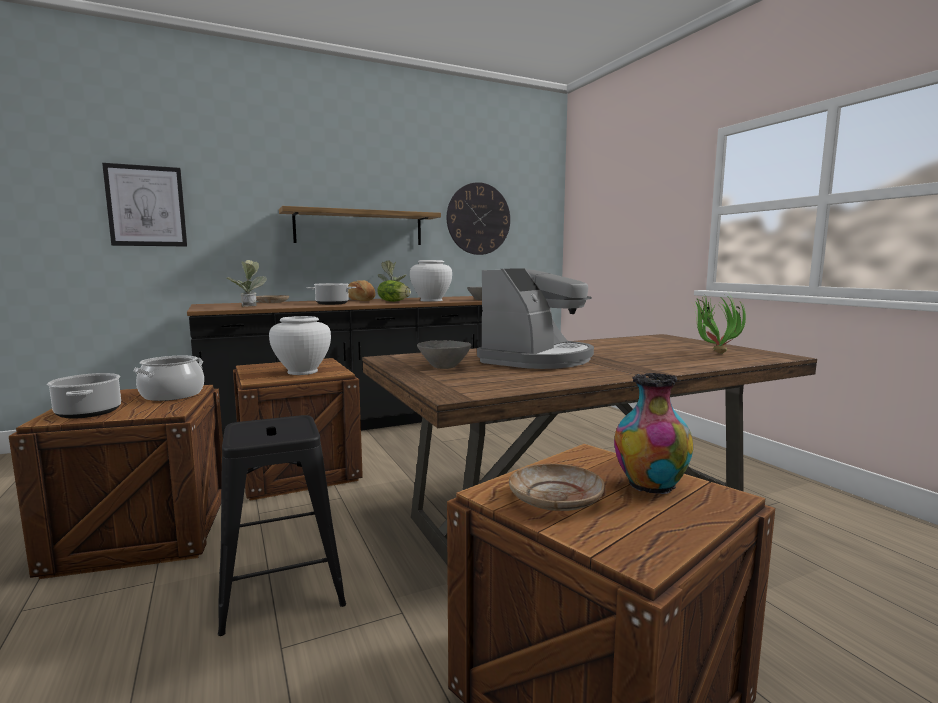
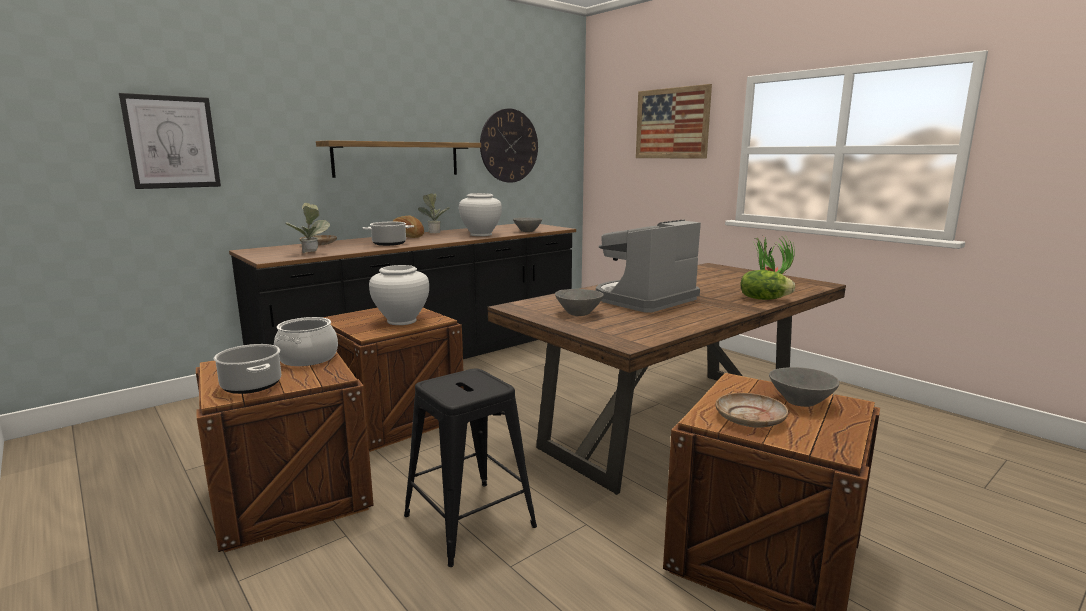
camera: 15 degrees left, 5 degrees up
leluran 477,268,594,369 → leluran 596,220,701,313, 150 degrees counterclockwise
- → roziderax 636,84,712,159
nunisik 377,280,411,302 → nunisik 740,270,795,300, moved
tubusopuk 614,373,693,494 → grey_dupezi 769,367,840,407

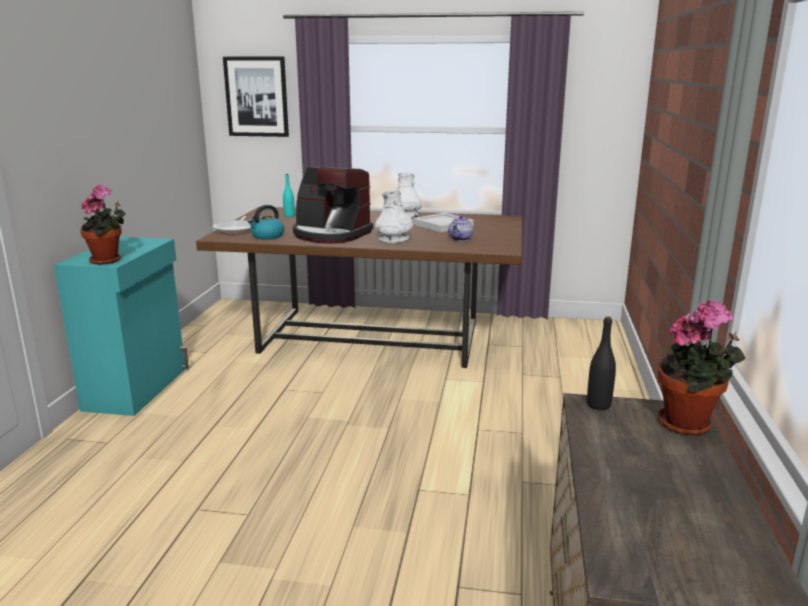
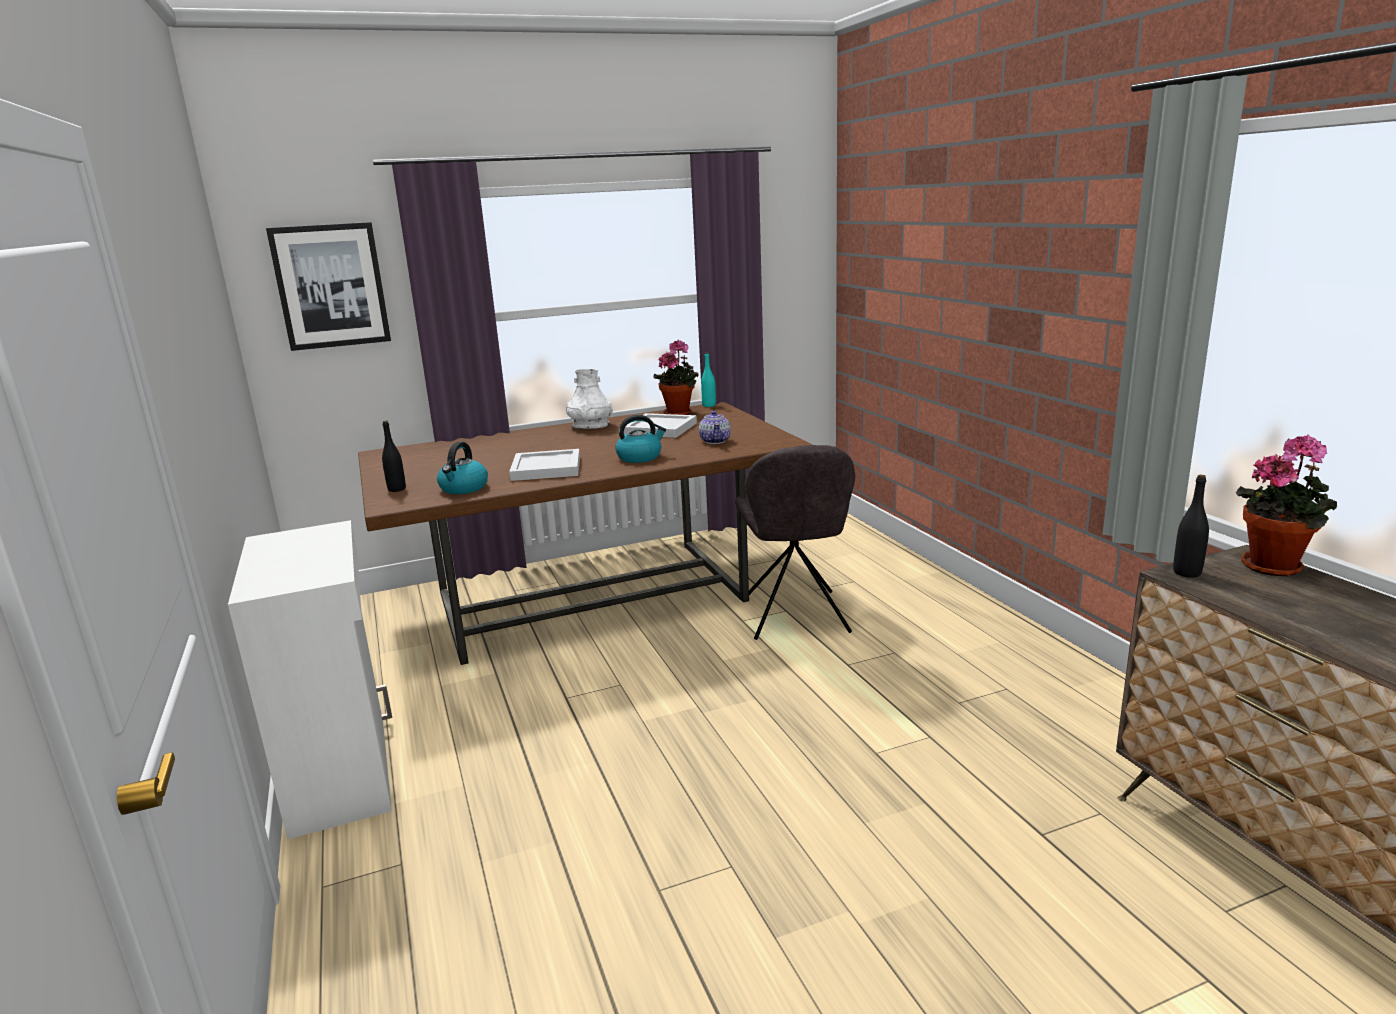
camera: 30 degrees left, 0 degrees up
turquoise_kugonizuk 54,237,189,416 → white_kugonizuk 228,520,392,839
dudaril 213,216,251,235 → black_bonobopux 382,421,406,492
leluran 293,166,373,244 → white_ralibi 509,449,580,481
white_tubusopuk 375,191,413,243 → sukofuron 615,415,666,463
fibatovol 81,184,126,265 → fibatovol 653,340,698,415, moved
turquoise_bonobopux 283,174,295,217 → turquoise_bonobopux 701,352,716,407, moved
- → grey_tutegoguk 735,445,855,640

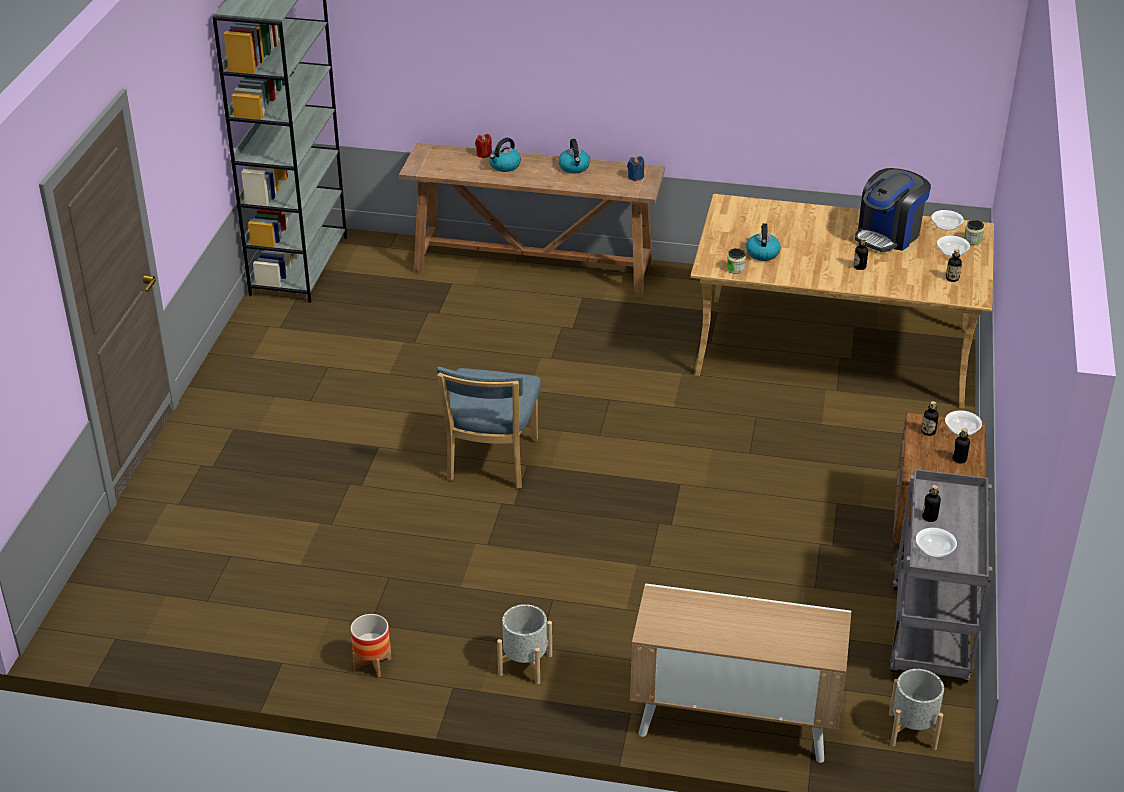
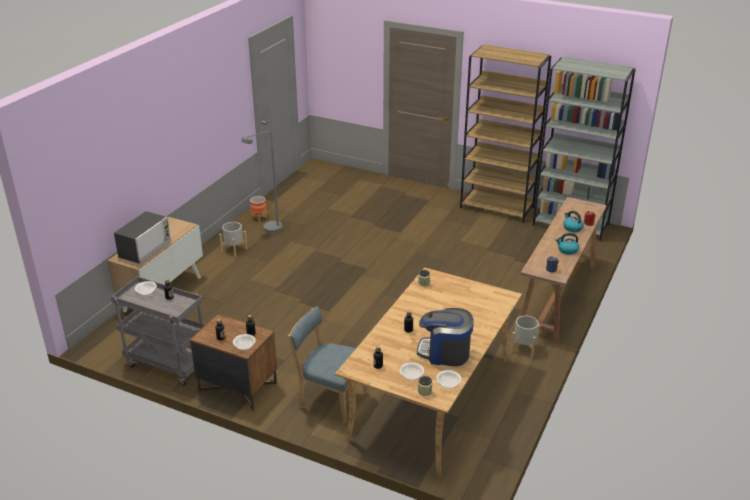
camera: 105 degrees right, 5 degrees down
- → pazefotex 114,211,171,264
- → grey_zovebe 241,131,283,233
blue_tutegoguk 437,367,541,488 → blue_tutegoguk 288,306,368,424, moved
leluran 855,168,931,252 → leluran 417,308,474,366, 45 degrees counterclockwise
- → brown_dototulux 460,45,551,223
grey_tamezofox 889,669,944,750 → grey_tamezofox 511,316,540,357, moved
sukofuron 746,223,781,261 → -

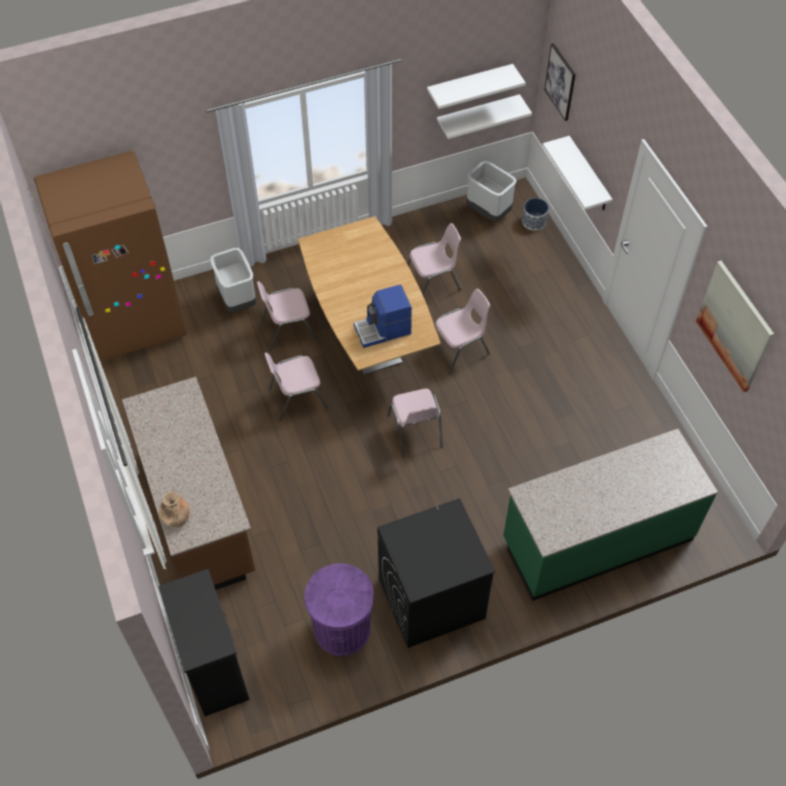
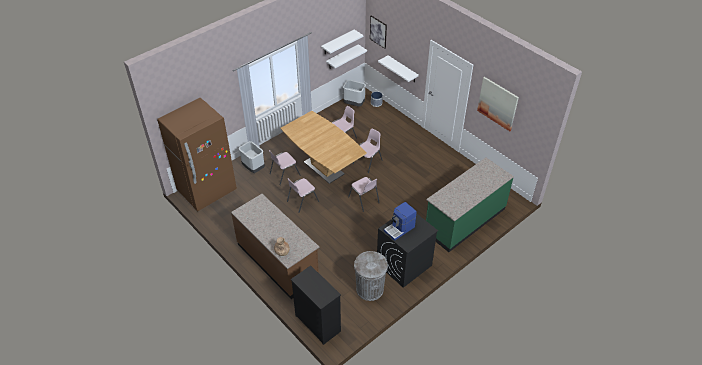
camera: 20 degrees left, 10 degrees down
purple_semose 304,563,374,656 → grey_semose 354,251,388,301
leluran 354,285,412,348 → leluran 384,202,417,241, moved

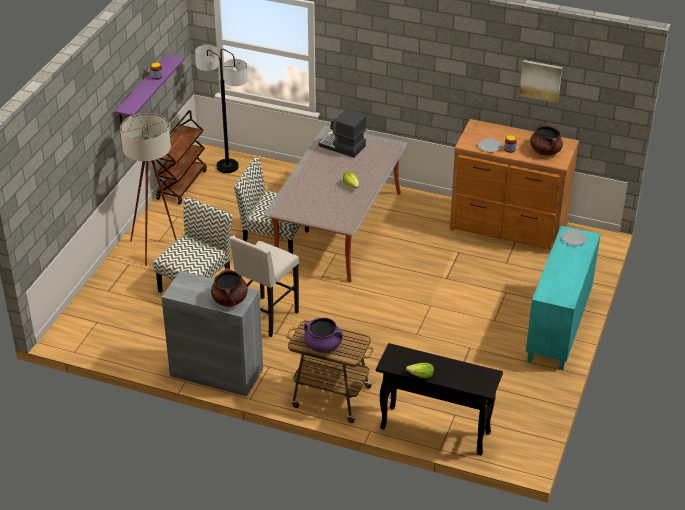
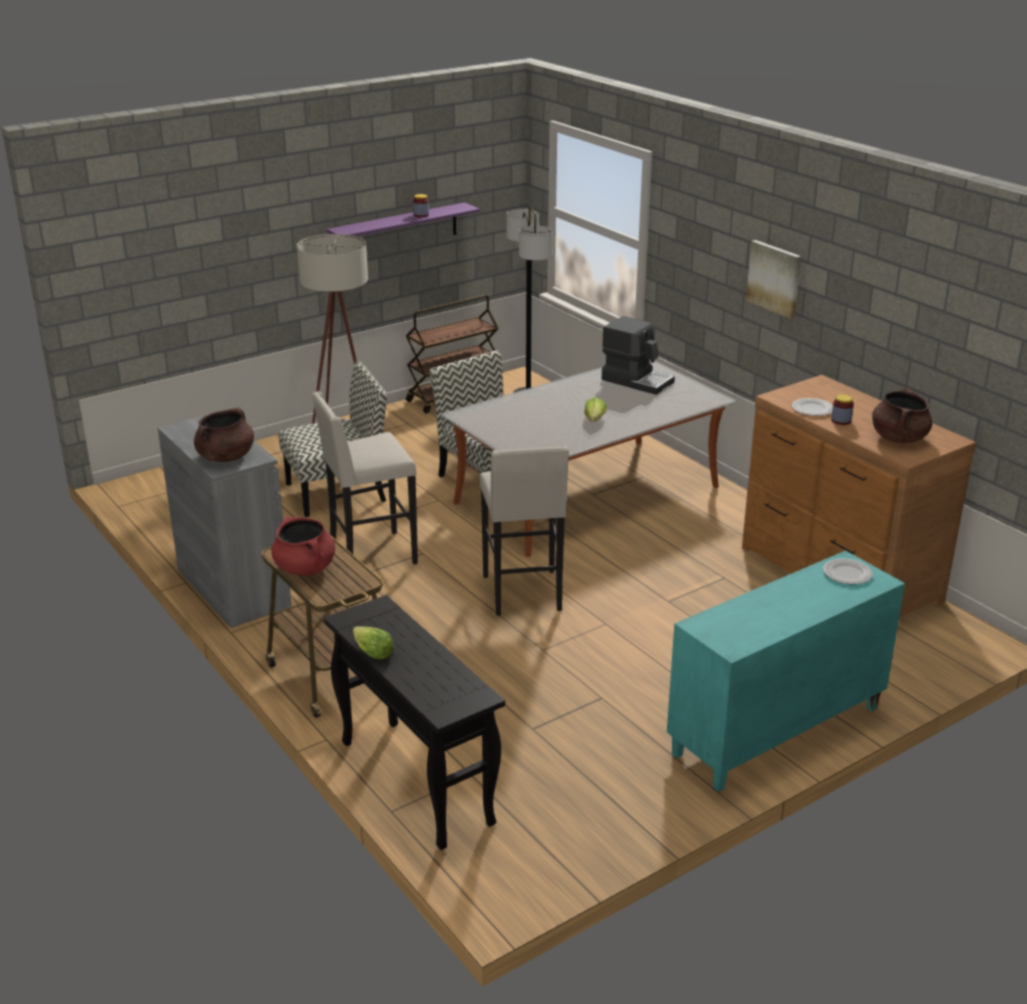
camera: 35 degrees right, 10 degrees down
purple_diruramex 304,318,343,353 → red_diruramex 272,517,335,576
- → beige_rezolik 480,446,569,616
leluran 319,110,366,158 → leluran 602,316,675,395, 150 degrees clockwise
roziderax 519,60,562,103 → roziderax 746,240,801,319, moved

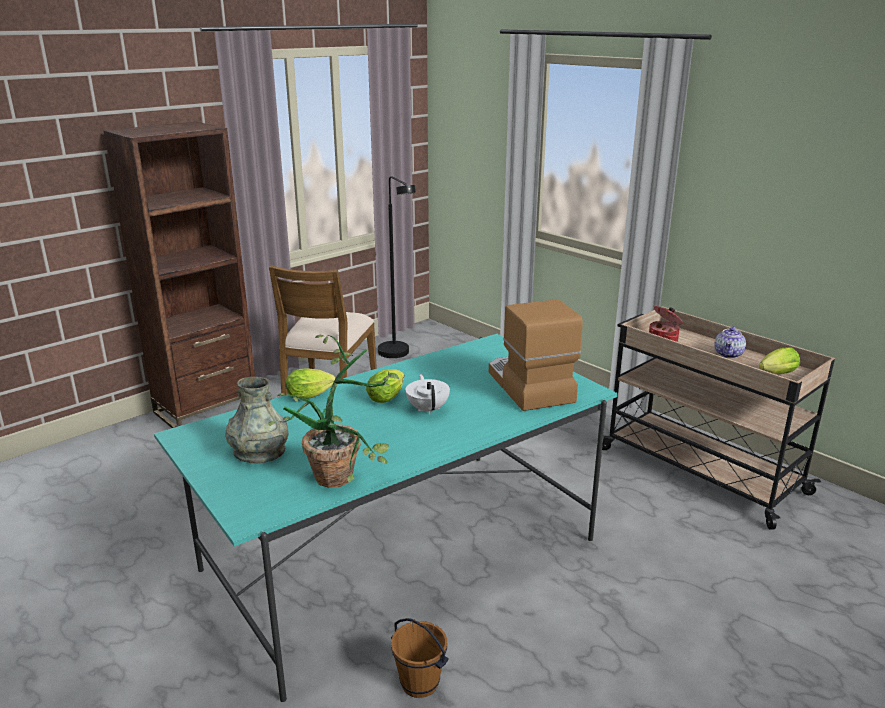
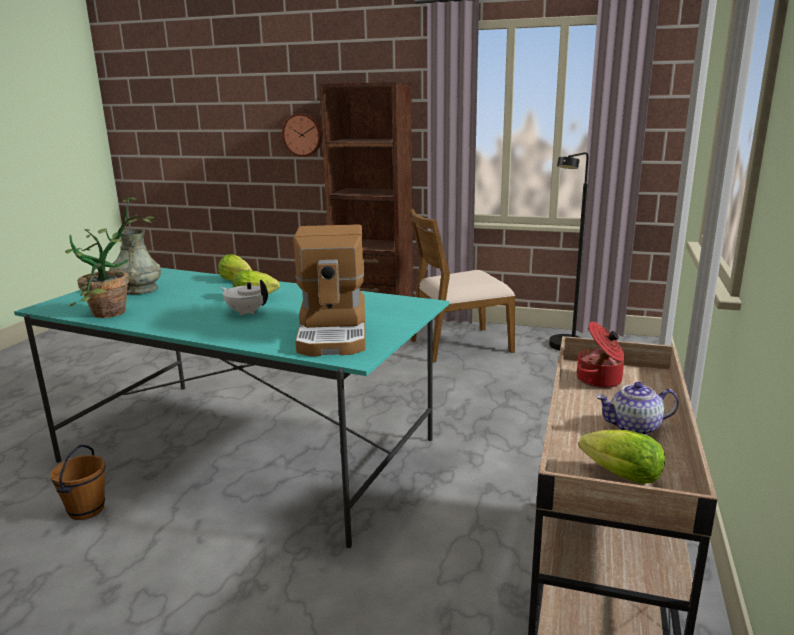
camera: 60 degrees right, 5 degrees down
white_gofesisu 406,374,450,414 → white_gofesisu 221,280,268,316, 105 degrees counterclockwise
- → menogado 282,113,322,157
leluran 489,299,583,411 → leluran 293,224,366,356, 135 degrees clockwise

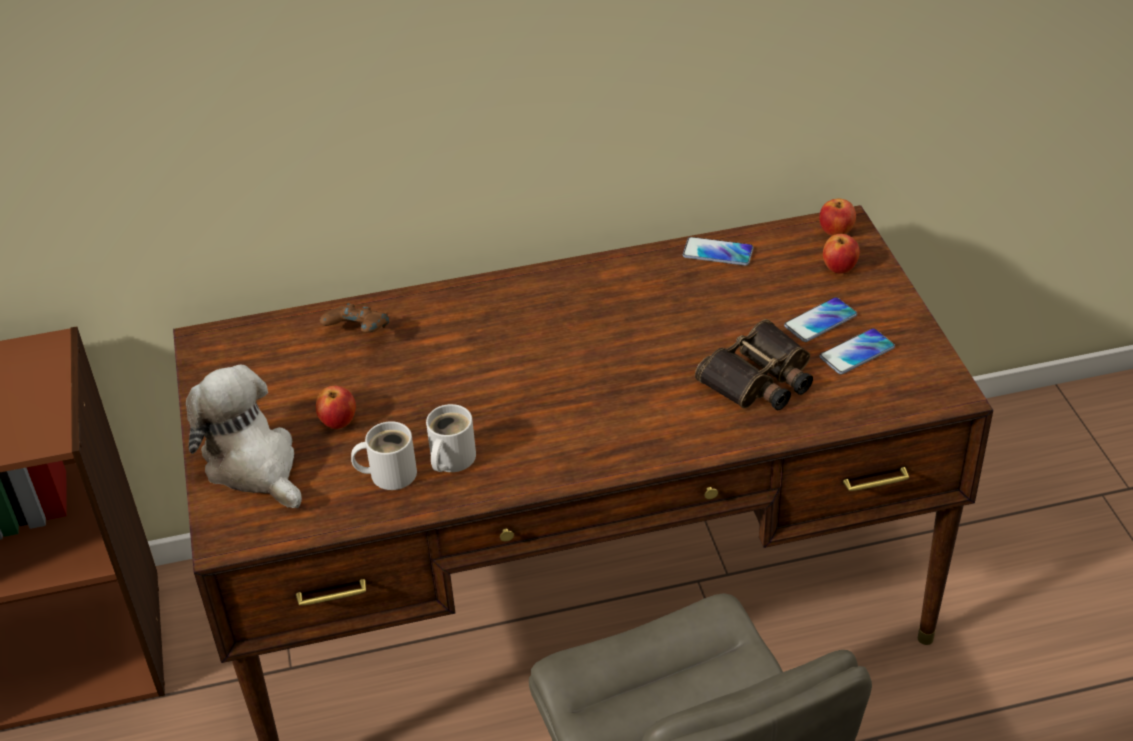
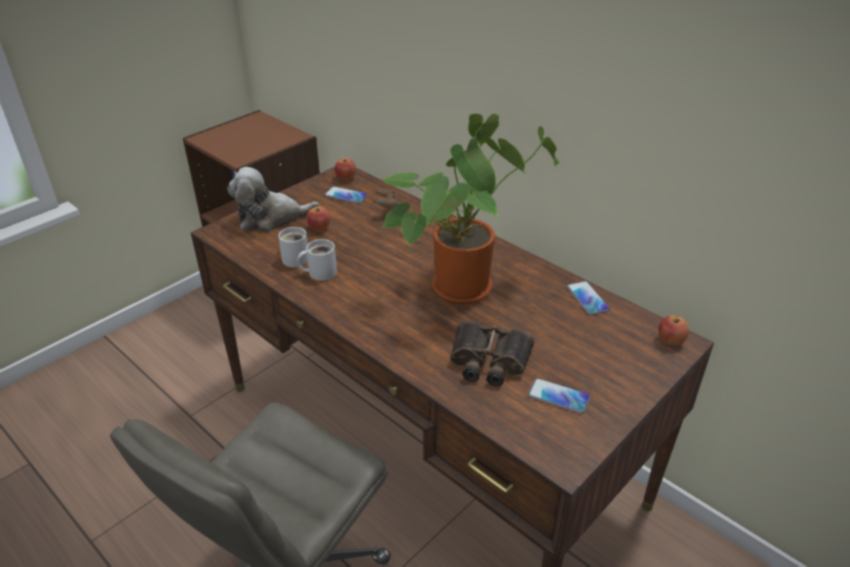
camera: 55 degrees right, 5 degrees down
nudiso 186,365,302,508 → nudiso 227,167,320,232, 120 degrees counterclockwise
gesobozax 784,297,857,342 → gesobozax 325,186,368,204, moved
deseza 823,234,860,274 → deseza 335,158,356,181, moved
- → fibatovol 381,114,560,304

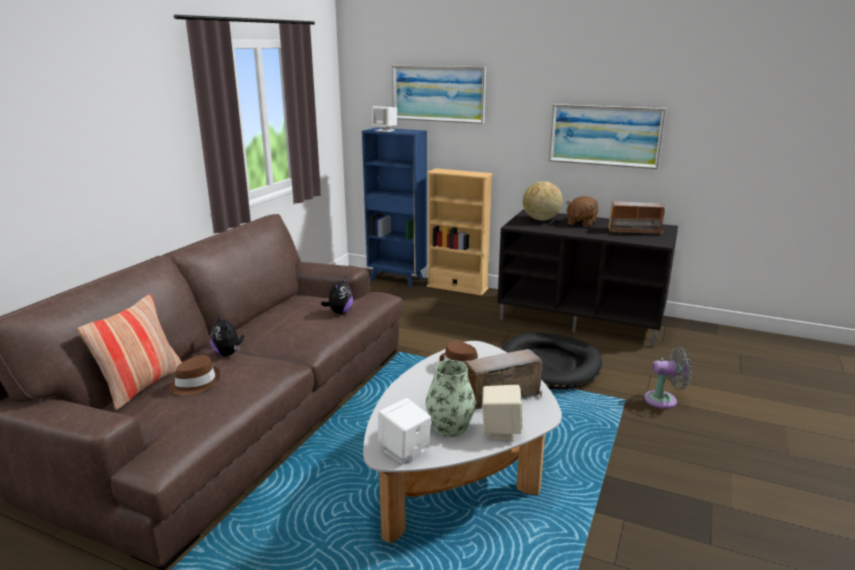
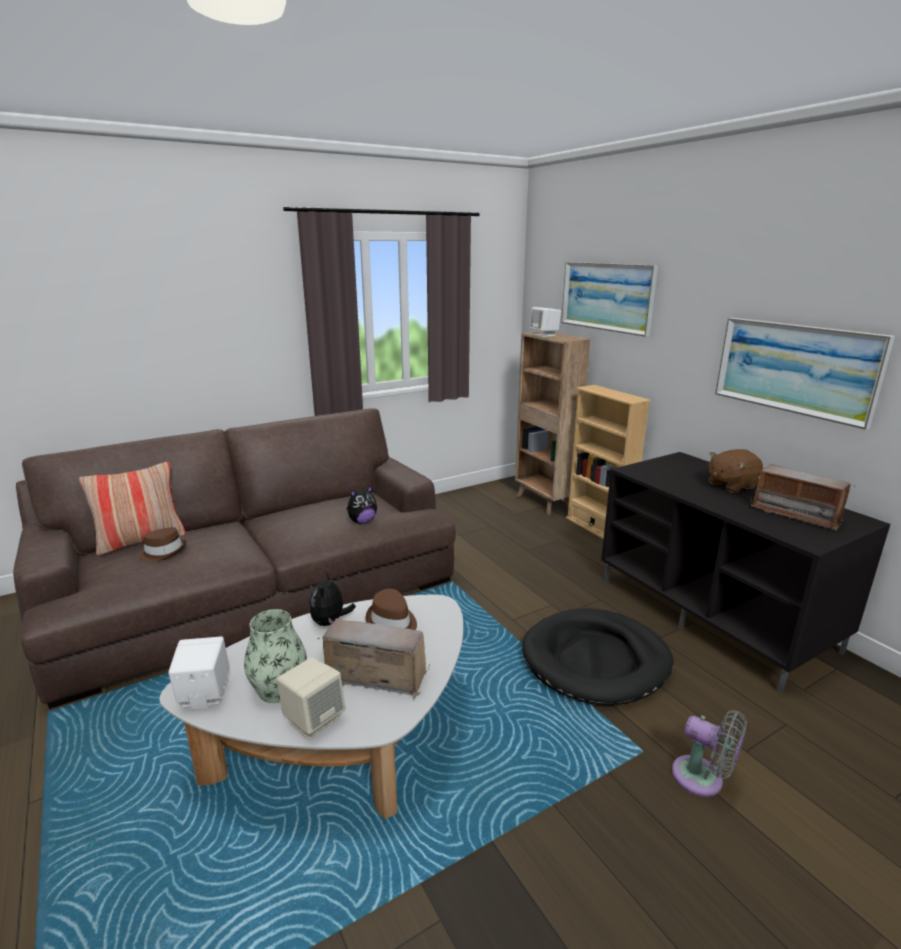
camera: 35 degrees right, 0 degrees up
nudiso 210,314,244,356 → nudiso 309,571,356,626, moved
blue_dototulux 362,128,427,288 → brown_dototulux 515,331,591,515
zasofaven 523,181,563,221 → -

